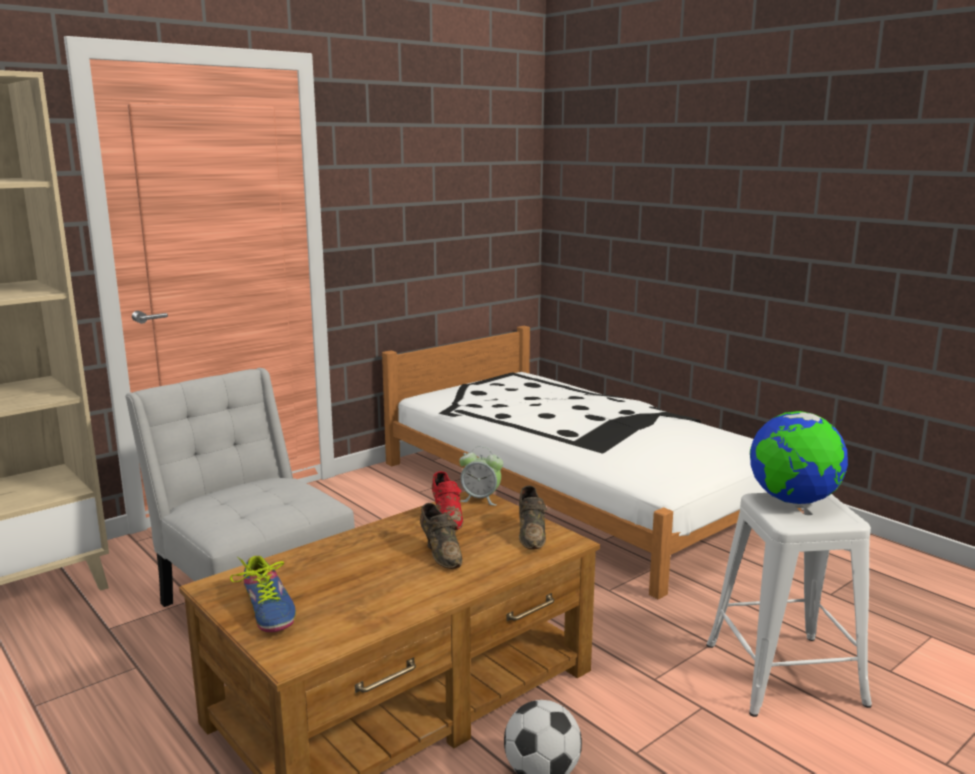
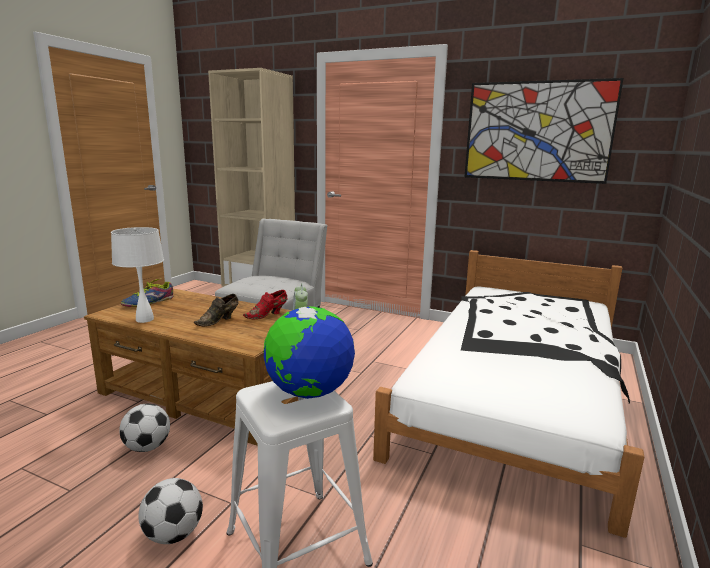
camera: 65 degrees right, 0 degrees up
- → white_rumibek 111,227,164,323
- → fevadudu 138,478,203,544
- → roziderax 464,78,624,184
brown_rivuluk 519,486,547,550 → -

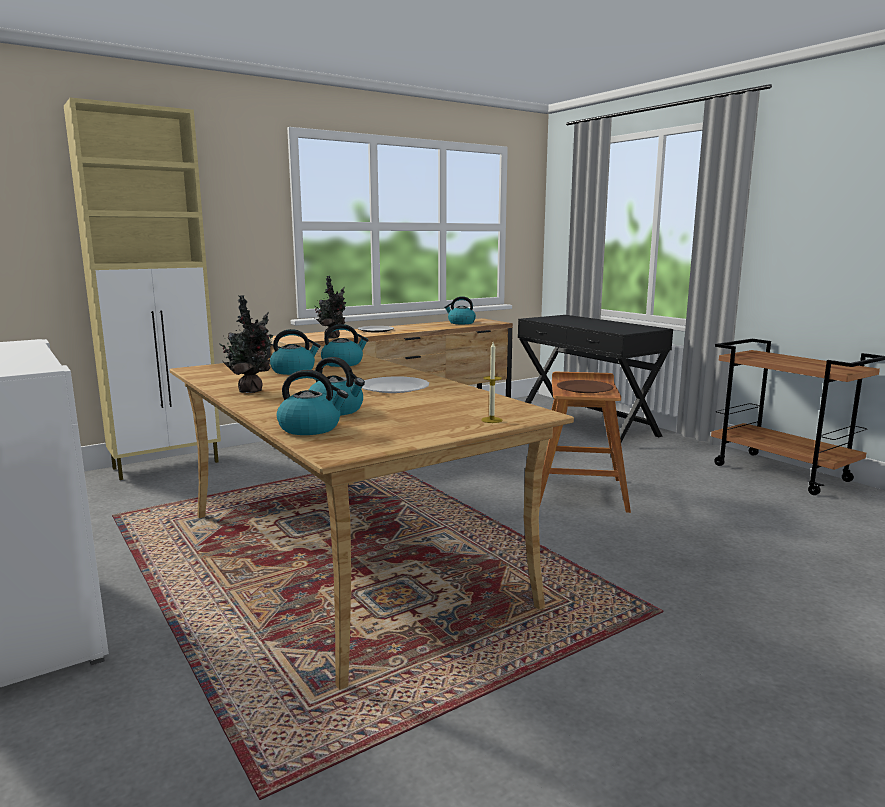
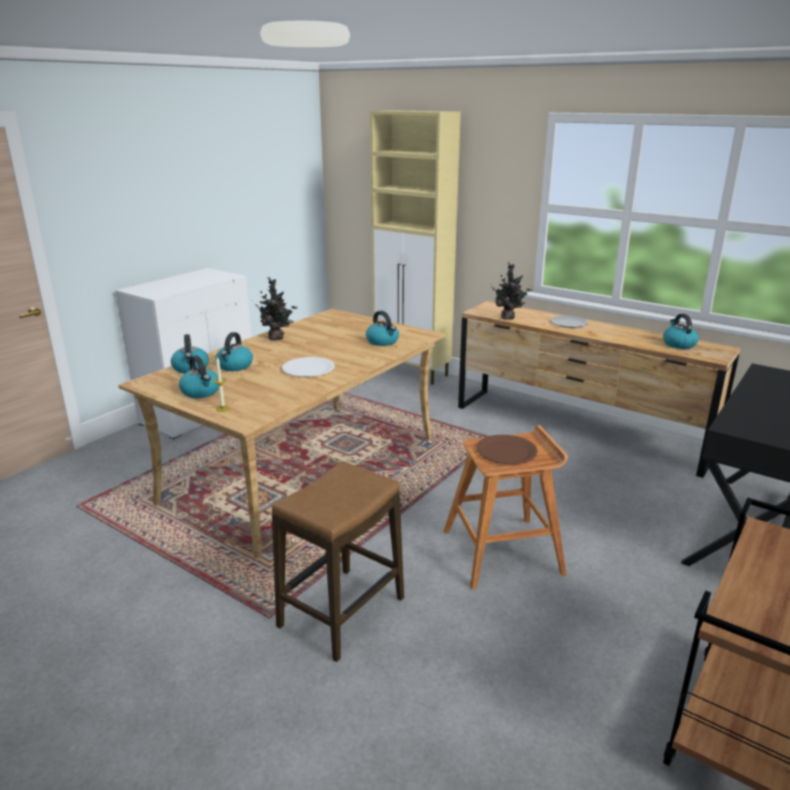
camera: 70 degrees right, 10 degrees up
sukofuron 270,329,321,375 → sukofuron 179,355,219,398, moved
- → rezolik 272,461,404,662

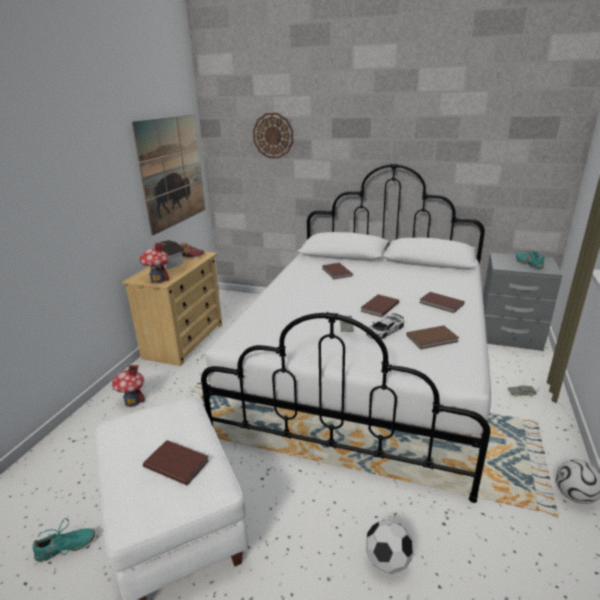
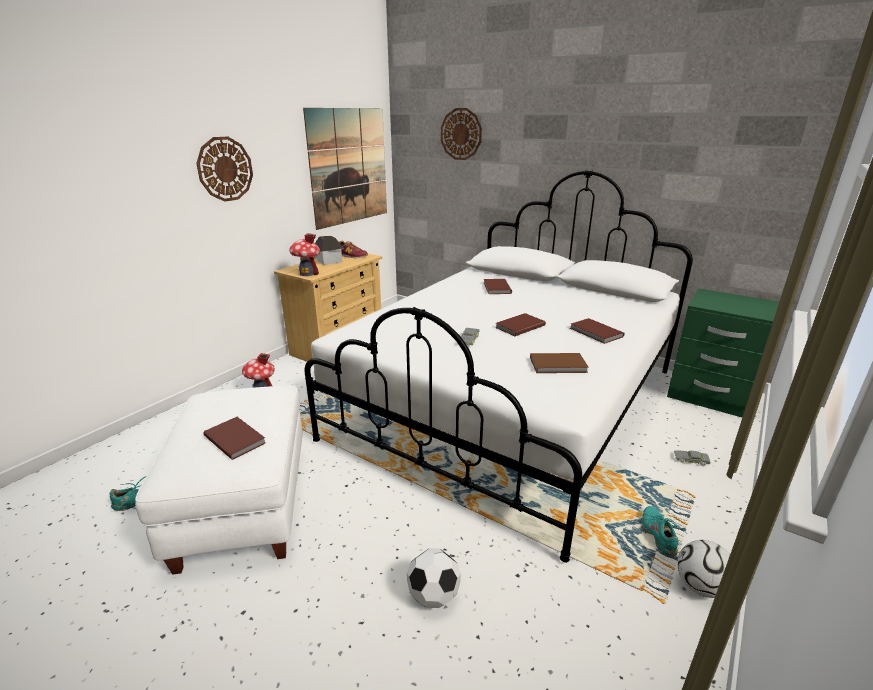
camera: 15 degrees right, 0 degrees up
- → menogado 196,137,253,202
turquoise_rivuluk 516,251,545,269 → turquoise_rivuluk 642,506,685,556, moved
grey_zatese 483,253,563,351 → green_zatese 667,288,779,417
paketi 366,313,404,339 → -

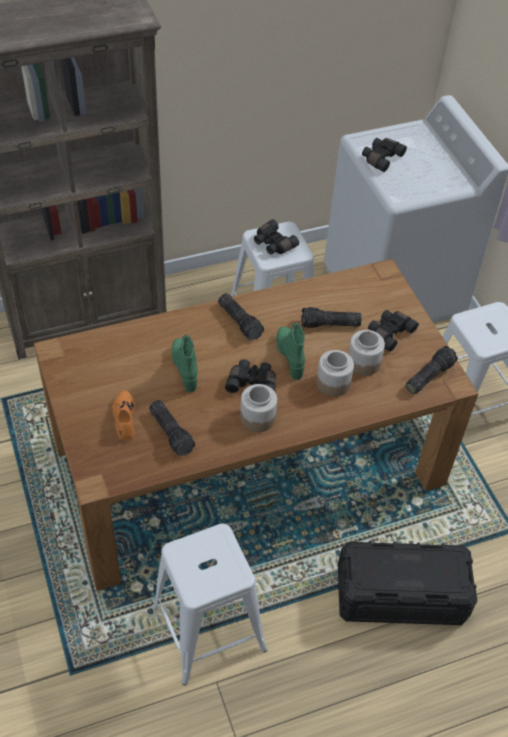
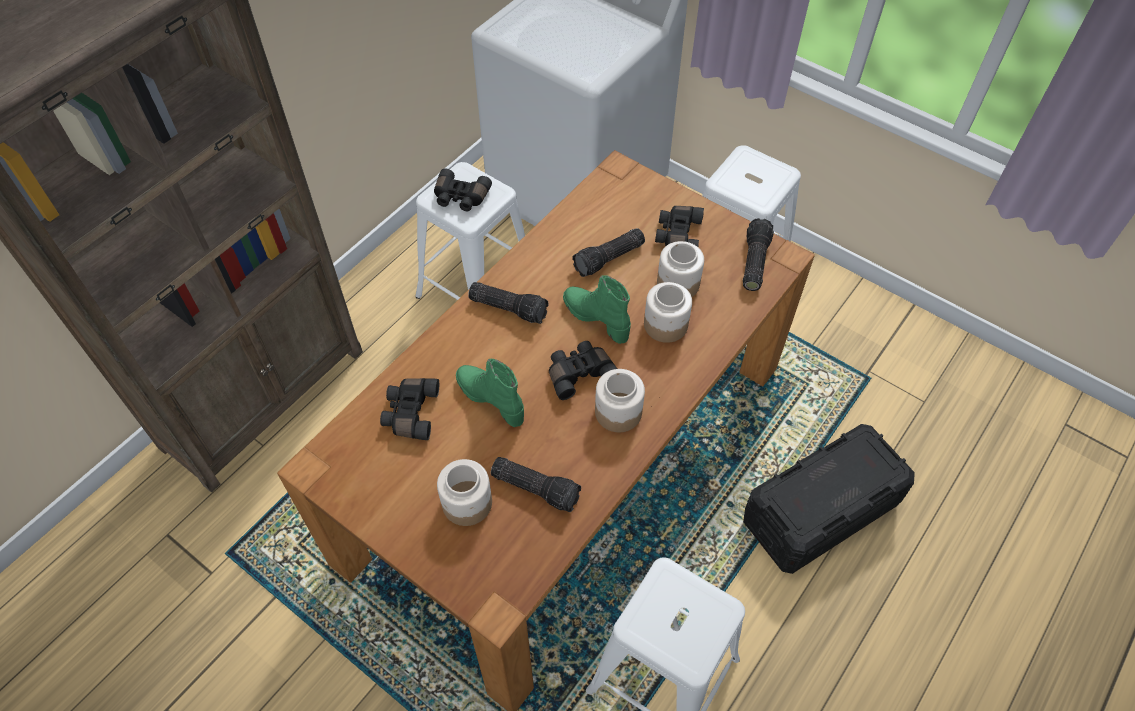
camera: 30 degrees left, 5 degrees up
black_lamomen 362,138,407,172 → black_lamomen 380,378,439,440, moved
orange_rivuluk 112,391,135,440 → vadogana 437,459,492,526

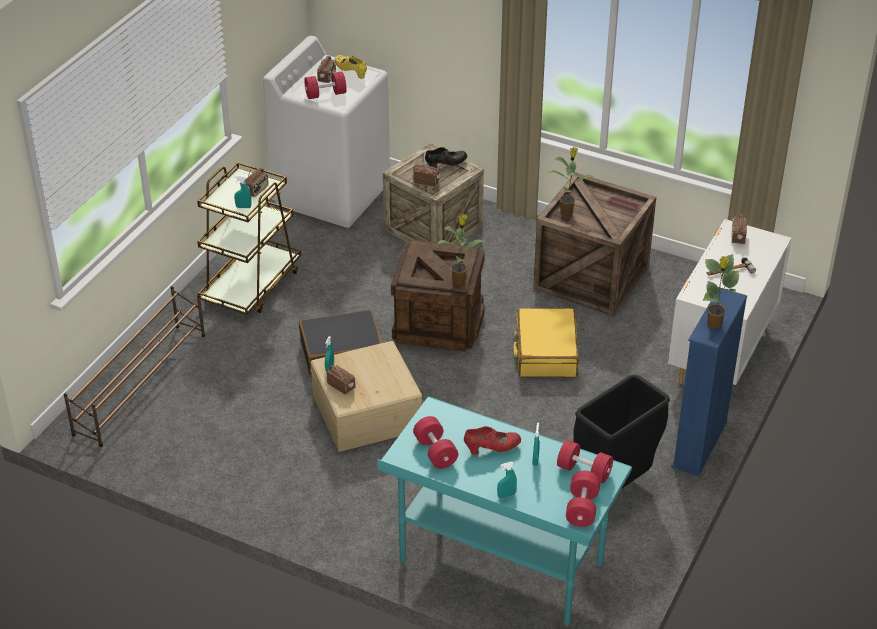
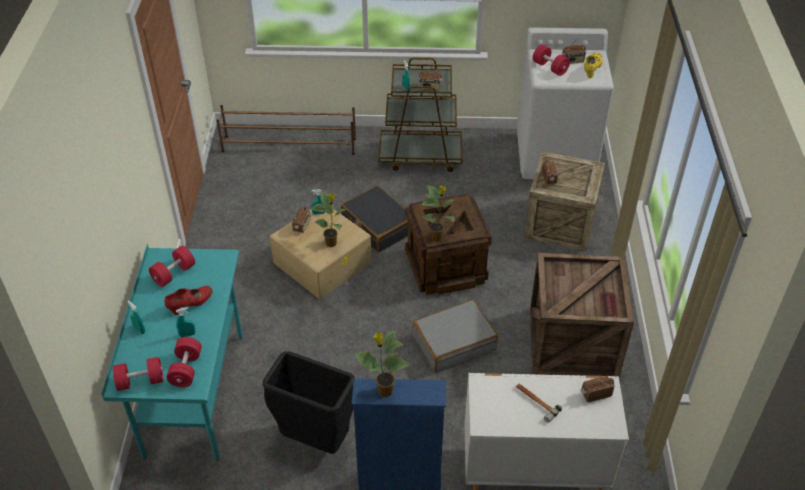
camera: 65 degrees right, 5 degrees up
red_rivuluk 464,426,521,455 → red_rivuluk 165,286,213,315, 90 degrees counterclockwise
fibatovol 547,147,594,216 → fibatovol 310,192,346,247, moved
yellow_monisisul 513,308,579,377 → grey_monisisul 413,300,498,373
black_rivuluk 425,147,467,168 → -

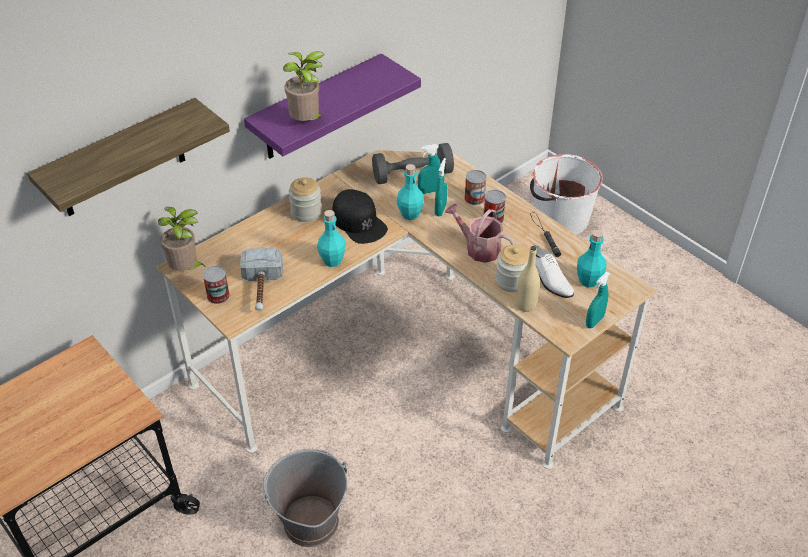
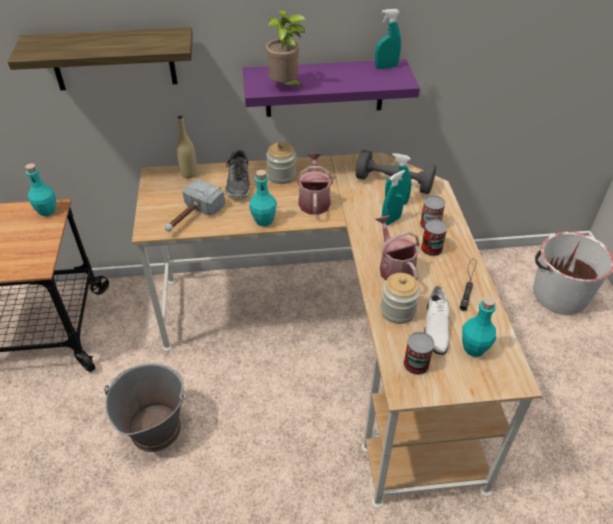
camera: 35 degrees right, 0 degrees up
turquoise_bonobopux 397,164,424,220 → turquoise_bonobopux 25,163,56,216, moved
beige_bonobopux 516,246,540,312 → beige_bonobopux 176,115,197,179, moved
- → rivuluk 225,149,250,198
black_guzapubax 332,189,388,244 → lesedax 297,153,333,215
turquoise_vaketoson 586,272,610,328 → turquoise_vaketoson 375,9,401,69, moved
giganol 203,266,230,304 → giganol 404,332,434,375, moved
fibatovol 158,206,204,271 → -

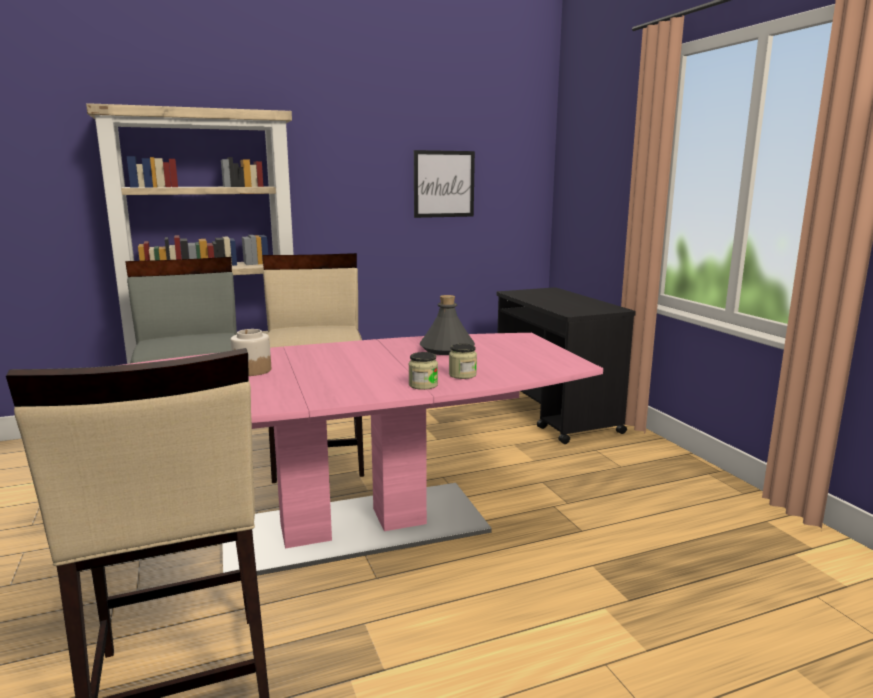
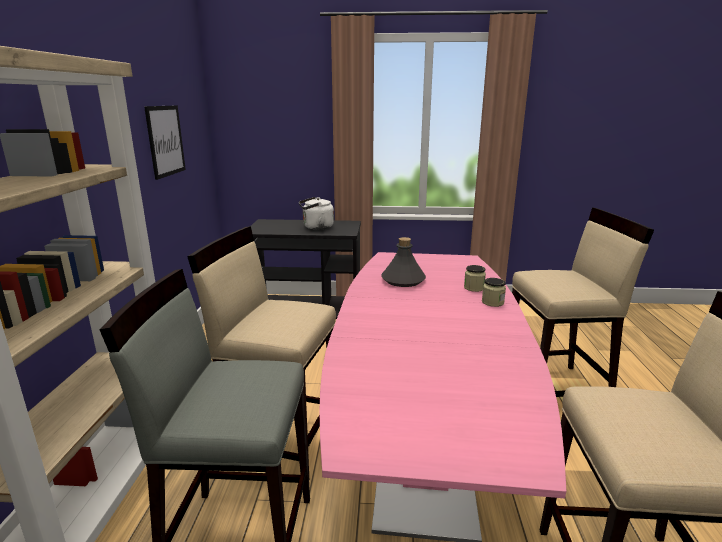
camera: 65 degrees left, 5 degrees up
- → white_sukofuron 299,197,334,230
- → beige_rezolik 512,207,654,397
vadogana 230,329,271,376 → -

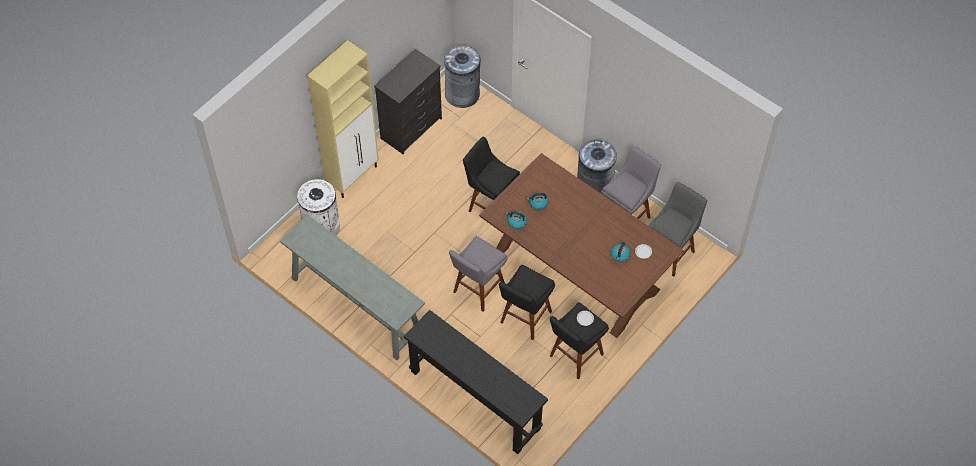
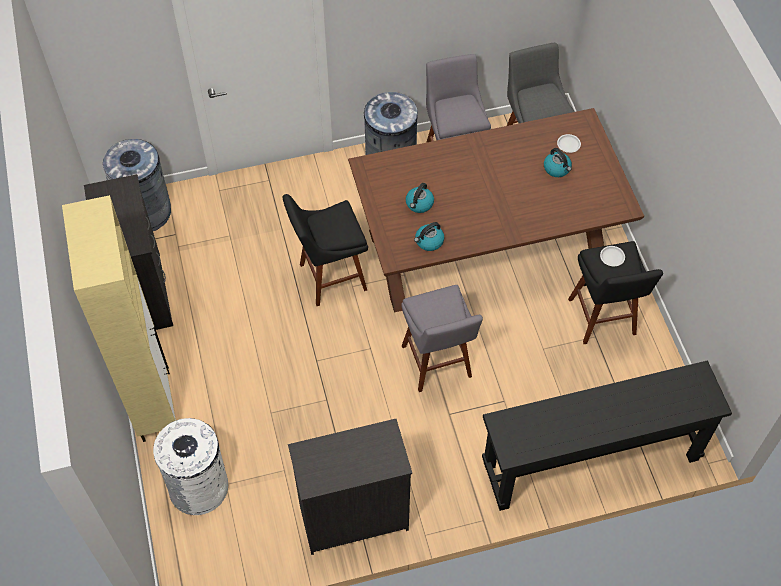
camera: 55 degrees left, 0 degrees up
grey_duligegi 280,215,425,360 → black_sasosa 288,419,412,555
black_rezolik 499,265,555,340 → -

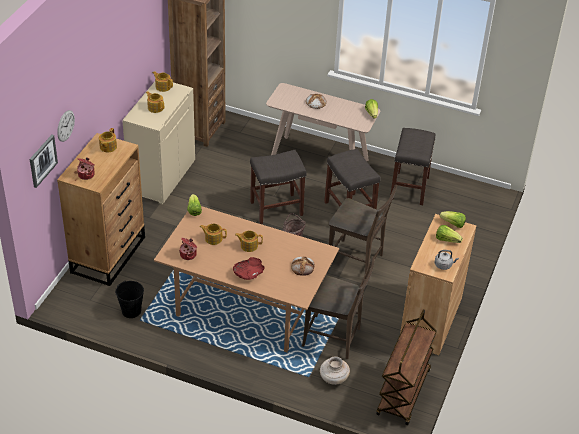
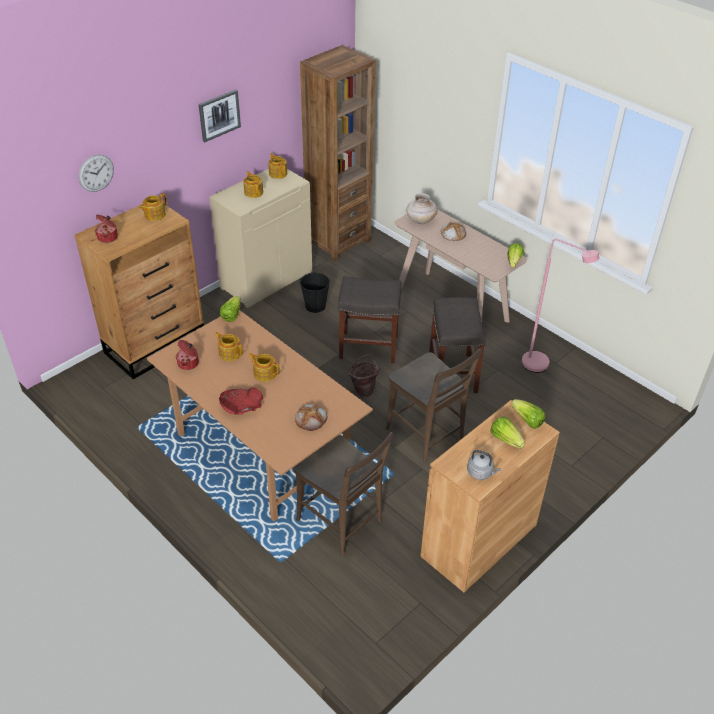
camera: 25 degrees right, 0 degrees up
roziderax 30,135,58,188 → roziderax 198,89,241,142, moved
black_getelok 115,280,144,318 → black_getelok 300,271,330,313, moved
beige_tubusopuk 320,356,350,385 → beige_tubusopuk 406,193,438,224, moved
grey_rezolik 390,128,435,205 → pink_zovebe 522,239,599,373
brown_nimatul 376,309,437,425 → -

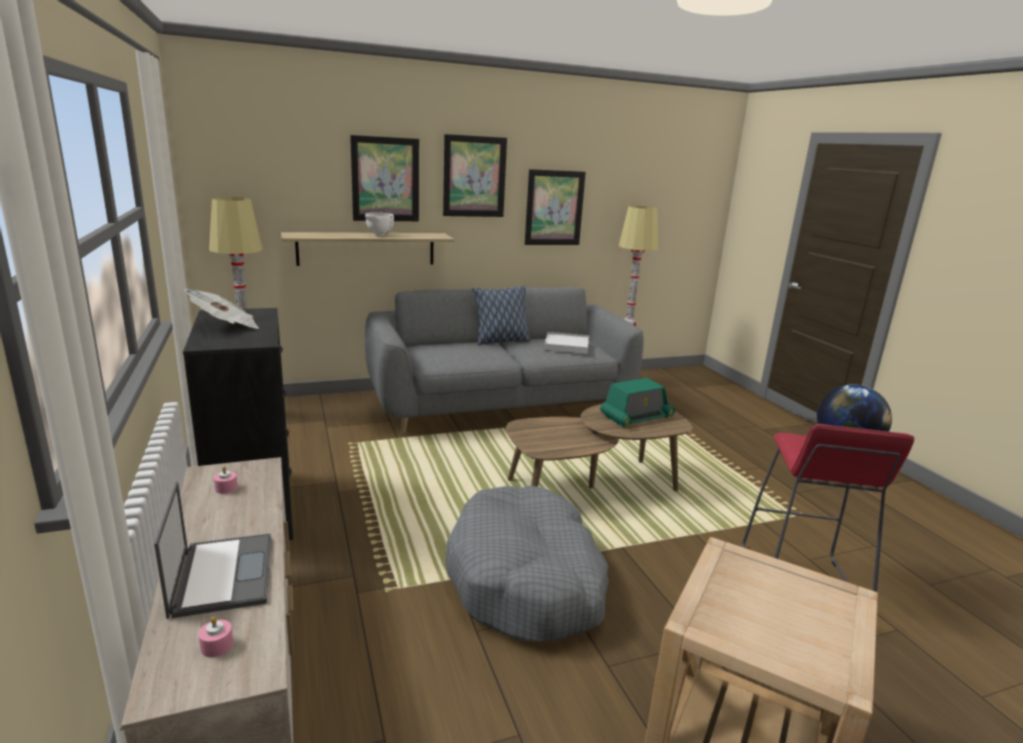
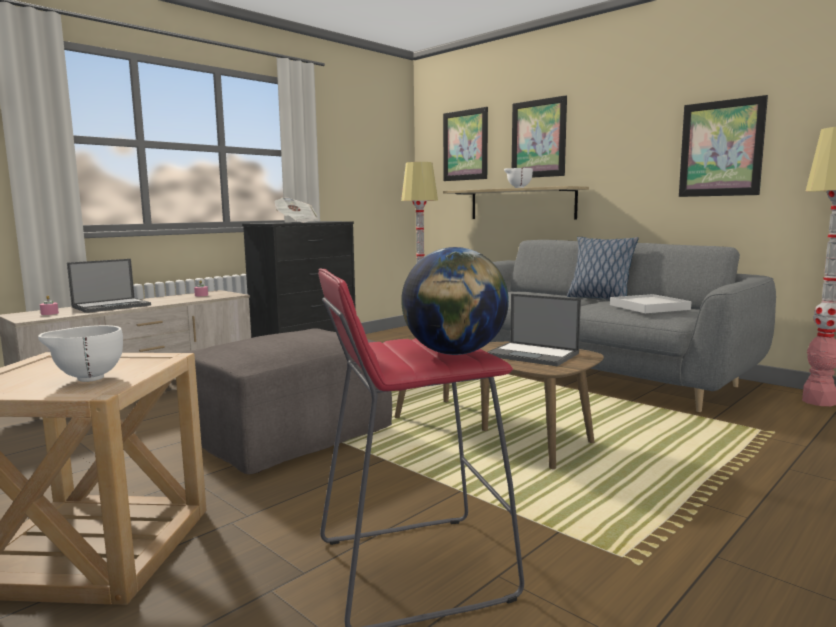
camera: 65 degrees right, 10 degrees down
- → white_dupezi 38,325,123,382
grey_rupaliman 446,485,609,642 → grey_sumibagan 183,328,392,474
roziderax 443,134,507,217 → roziderax 443,107,488,181, moved
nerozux 600,378,675,427 → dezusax 488,294,581,366

